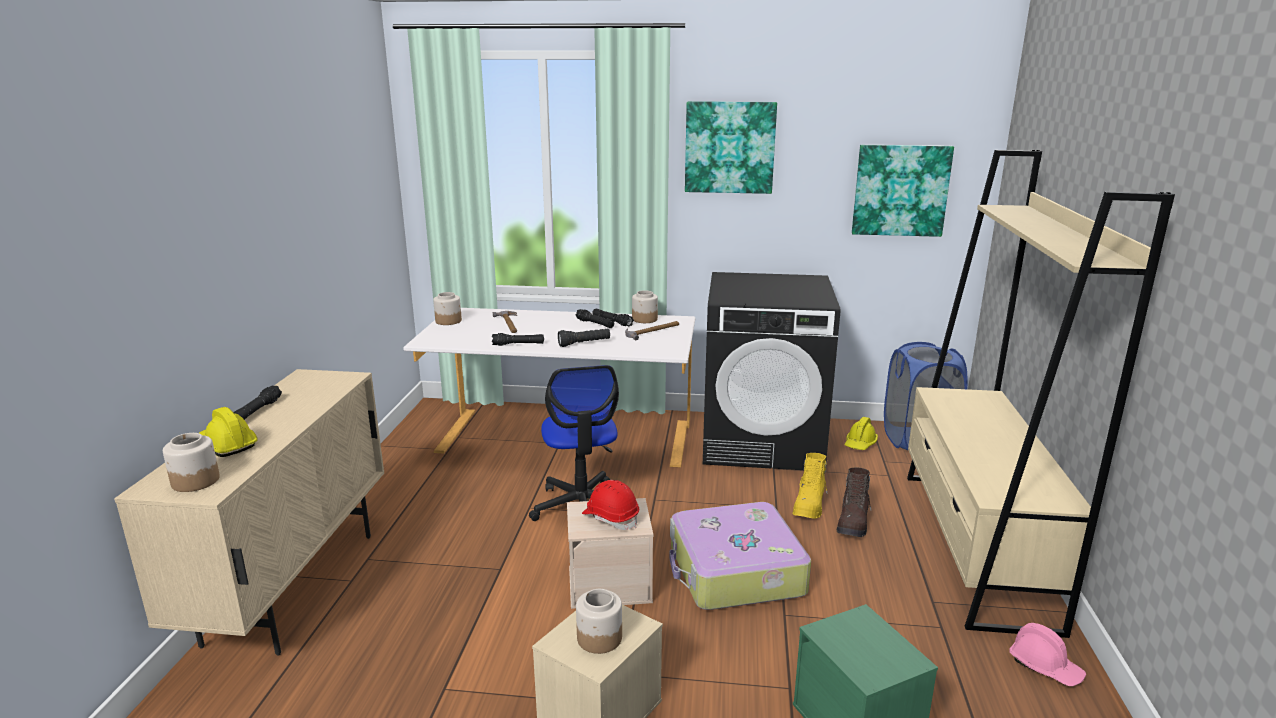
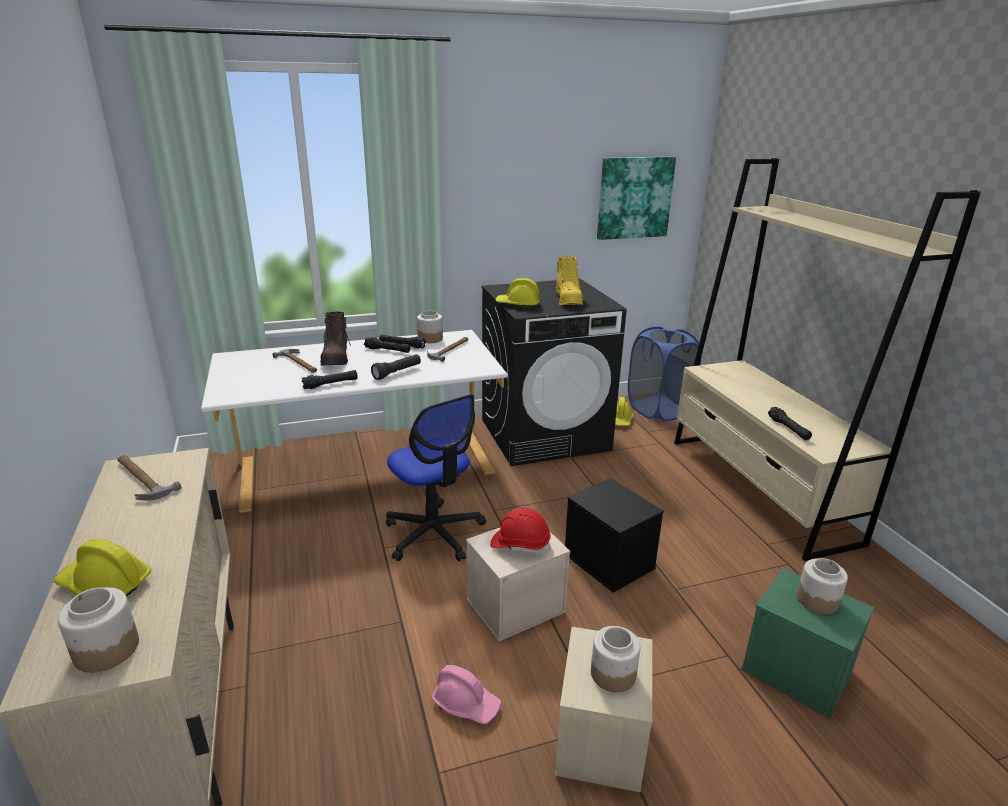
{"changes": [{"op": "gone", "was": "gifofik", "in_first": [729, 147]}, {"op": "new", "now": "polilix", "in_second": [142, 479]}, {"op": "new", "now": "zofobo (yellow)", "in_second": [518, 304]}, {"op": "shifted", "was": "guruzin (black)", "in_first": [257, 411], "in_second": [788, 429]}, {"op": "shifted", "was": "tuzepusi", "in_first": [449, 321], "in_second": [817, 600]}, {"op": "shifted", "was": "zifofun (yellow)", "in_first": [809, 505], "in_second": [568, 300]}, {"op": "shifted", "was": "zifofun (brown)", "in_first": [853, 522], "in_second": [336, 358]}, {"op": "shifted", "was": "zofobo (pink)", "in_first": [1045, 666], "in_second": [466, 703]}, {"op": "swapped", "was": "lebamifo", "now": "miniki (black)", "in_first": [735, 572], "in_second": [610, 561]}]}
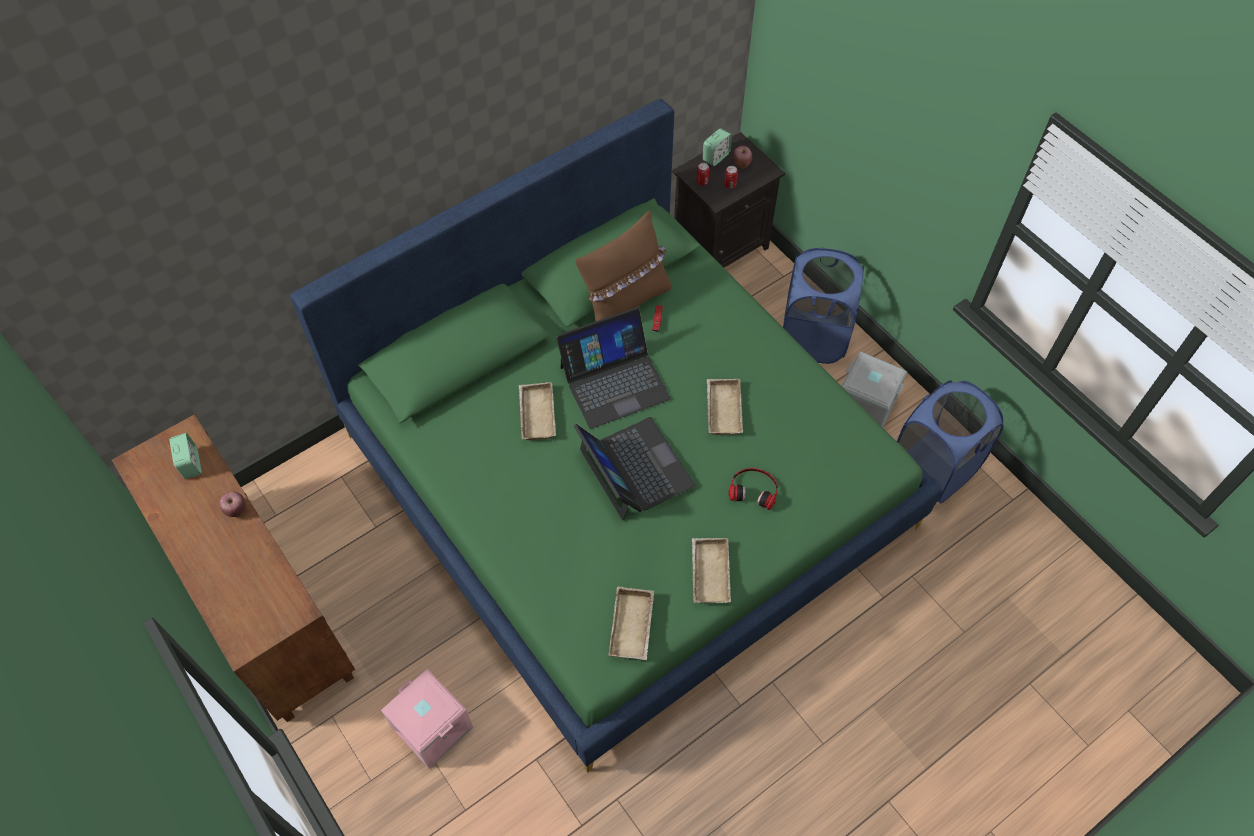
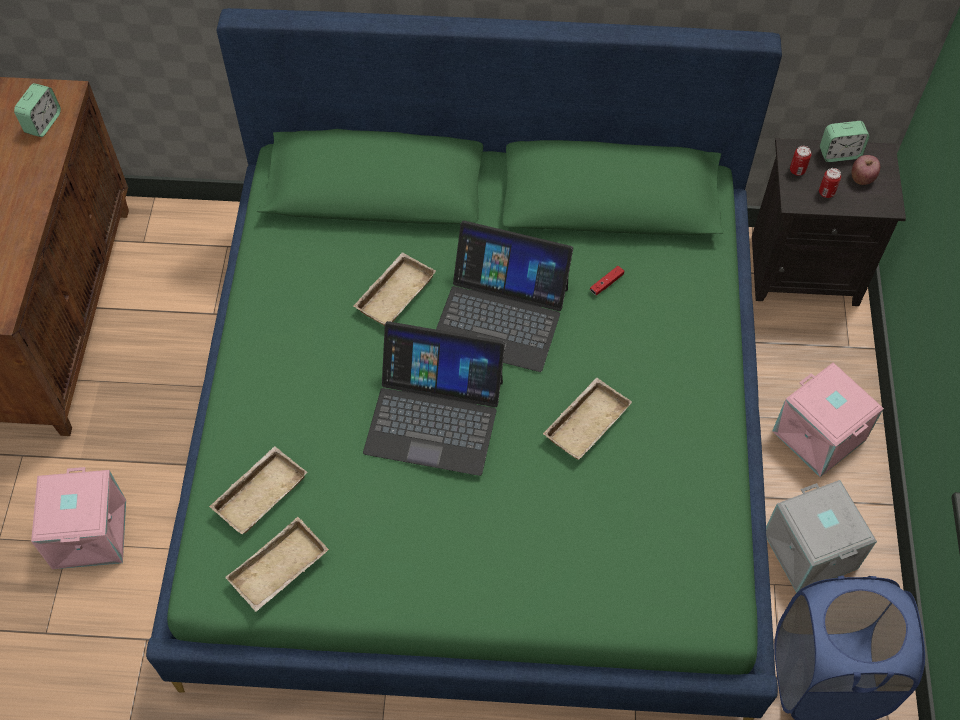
{"changes": [{"op": "gone", "was": "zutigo", "in_first": [236, 509]}, {"op": "gone", "was": "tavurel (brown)", "in_first": [625, 303]}, {"op": "gone", "was": "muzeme", "in_first": [753, 489]}, {"op": "shifted", "was": "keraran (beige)", "in_first": [708, 572], "in_second": [259, 492]}, {"op": "swapped", "was": "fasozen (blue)", "now": "miniki (pink)", "in_first": [813, 338], "in_second": [820, 435]}, {"op": "rotated", "was": "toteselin", "in_first": [634, 469], "in_second": [434, 415], "clockwise": 90}]}
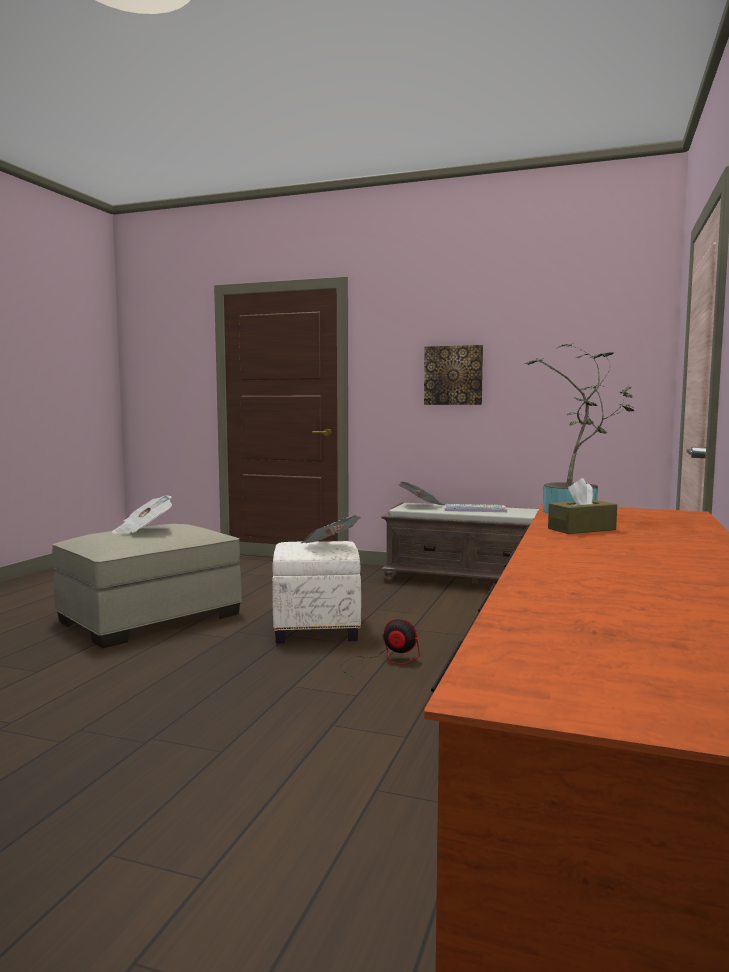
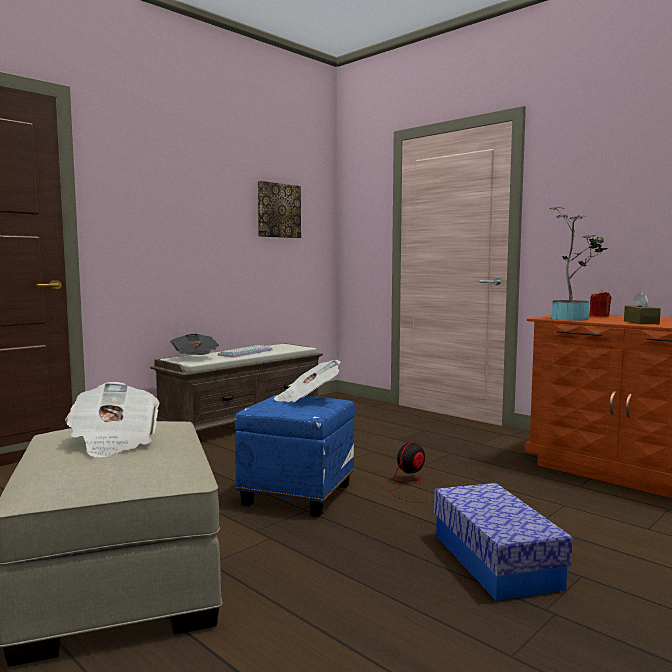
{"changes": [{"op": "new", "now": "miniki", "in_second": [494, 560]}, {"op": "new", "now": "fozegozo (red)", "in_second": [599, 316]}, {"op": "shifted", "was": "gifofik", "in_first": [453, 375], "in_second": [278, 210]}, {"op": "repainted", "was": "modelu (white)", "now": "modelu (blue)", "in_first": [317, 629], "in_second": [297, 494]}]}
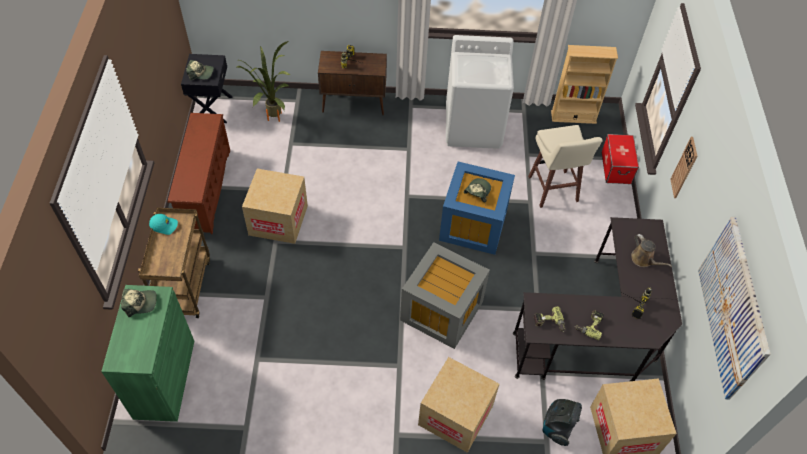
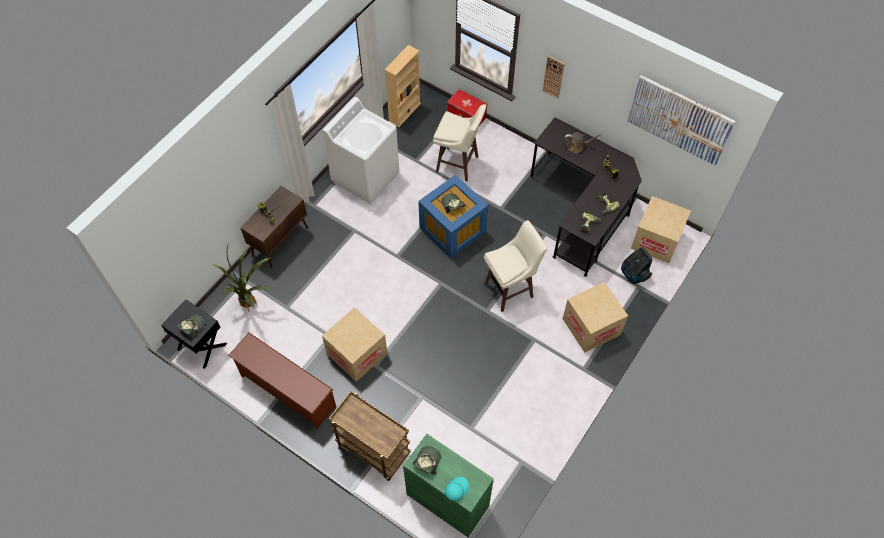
{"changes": [{"op": "shifted", "was": "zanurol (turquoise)", "in_first": [164, 225], "in_second": [456, 489]}, {"op": "swapped", "was": "miniki (grey)", "now": "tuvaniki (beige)", "in_first": [442, 312], "in_second": [510, 290]}]}
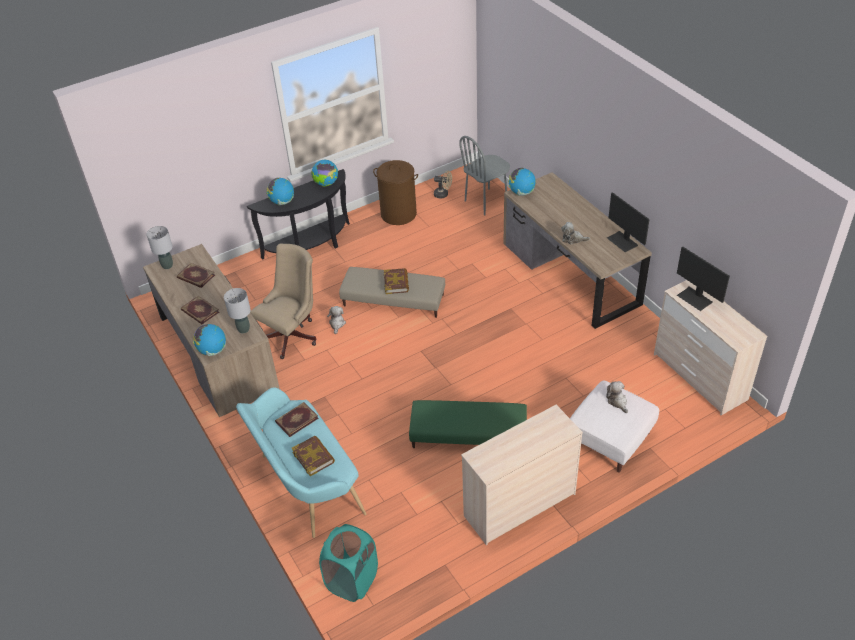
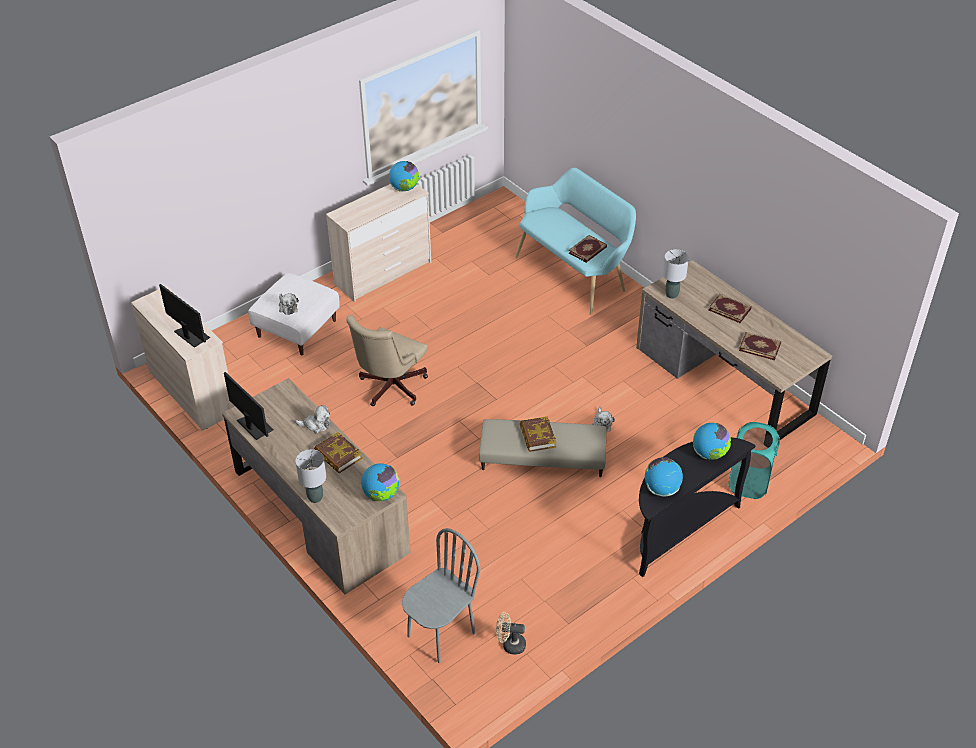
{"changes": [{"op": "gone", "was": "fasozen (brown)", "in_first": [398, 214]}, {"op": "gone", "was": "modelu (green)", "in_first": [468, 435]}, {"op": "shifted", "was": "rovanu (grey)", "in_first": [167, 266], "in_second": [315, 497]}, {"op": "shifted", "was": "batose", "in_first": [212, 350], "in_second": [404, 188]}, {"op": "shifted", "was": "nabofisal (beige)", "in_first": [292, 334], "in_second": [389, 388]}, {"op": "shifted", "was": "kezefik", "in_first": [313, 457], "in_second": [338, 455]}, {"op": "shifted", "was": "fasozen (turquoise)", "in_first": [352, 580], "in_second": [749, 482]}]}
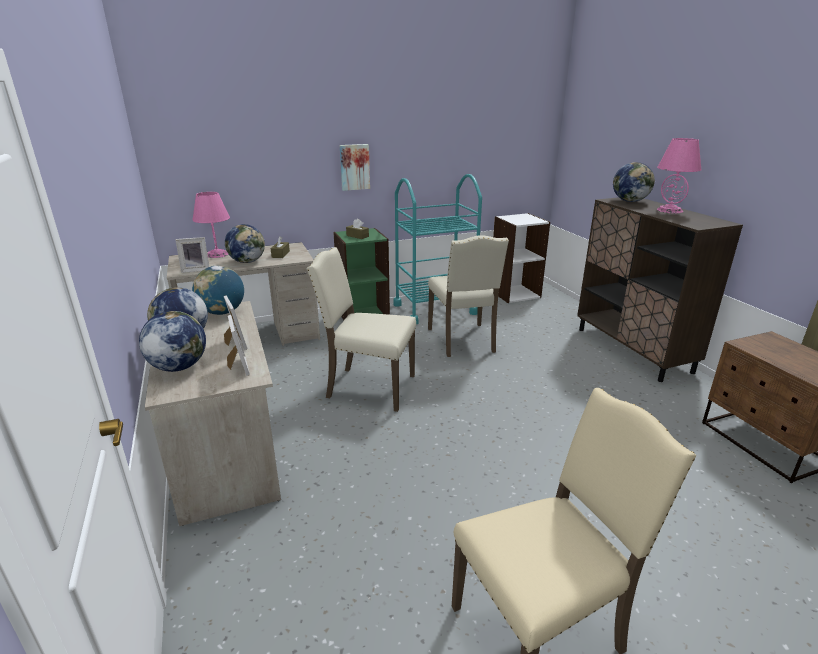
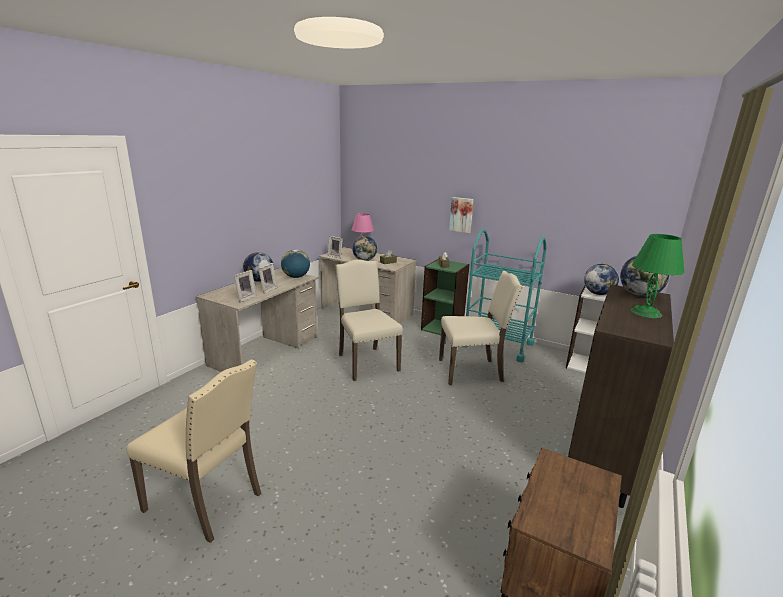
{"changes": [{"op": "shifted", "was": "batose", "in_first": [178, 367], "in_second": [598, 294]}, {"op": "repainted", "was": "rovanu (pink)", "now": "rovanu (green)", "in_first": [670, 210], "in_second": [646, 312]}, {"op": "rotated", "was": "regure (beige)", "in_first": [463, 341], "in_second": [472, 371], "clockwise": -135}]}
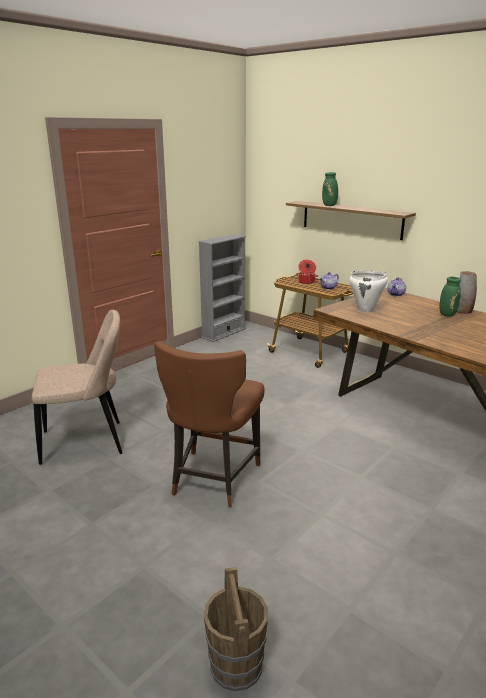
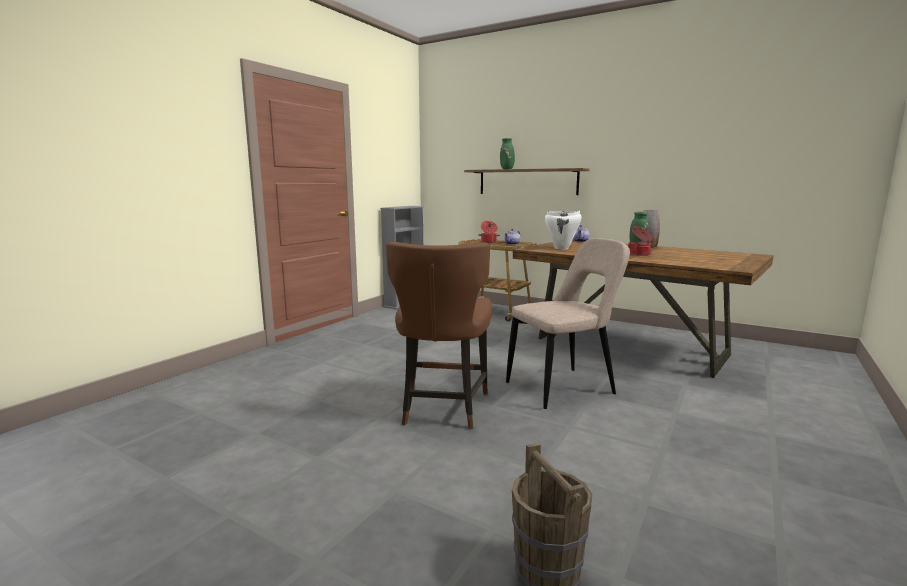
{"changes": [{"op": "new", "now": "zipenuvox", "in_second": [639, 254]}, {"op": "shifted", "was": "regure (beige)", "in_first": [87, 442], "in_second": [564, 387]}]}
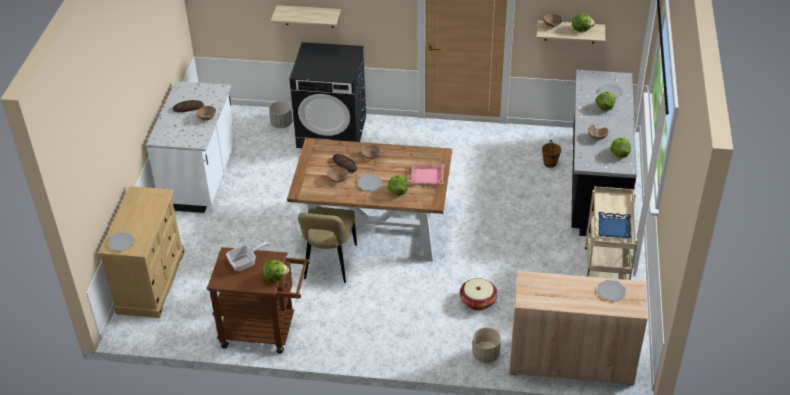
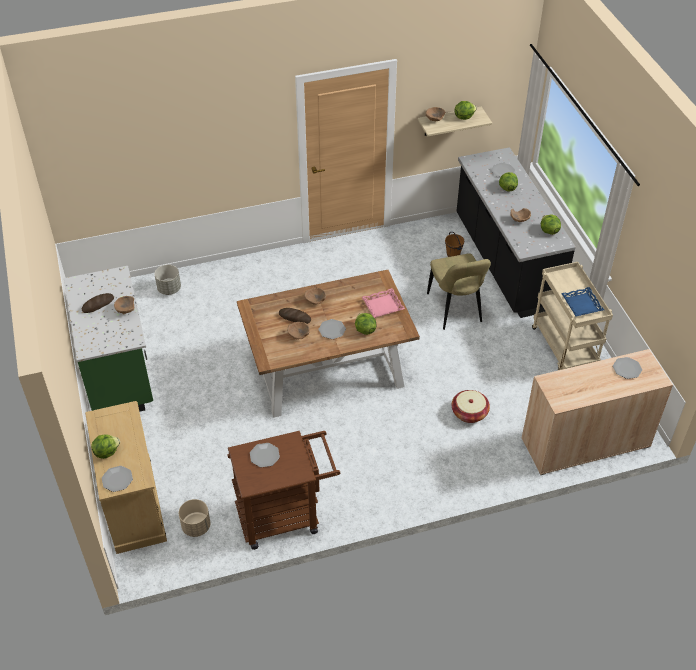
{"changes": [{"op": "gone", "was": "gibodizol", "in_first": [309, 16]}, {"op": "gone", "was": "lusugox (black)", "in_first": [332, 131]}, {"op": "shifted", "was": "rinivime", "in_first": [275, 277], "in_second": [106, 452]}, {"op": "shifted", "was": "regure (beige)", "in_first": [329, 264], "in_second": [455, 310]}, {"op": "shifted", "was": "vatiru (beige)", "in_first": [486, 354], "in_second": [196, 526]}, {"op": "swapped", "was": "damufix", "now": "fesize", "in_first": [246, 262], "in_second": [264, 455]}, {"op": "repainted", "was": "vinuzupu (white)", "now": "vinuzupu (green)", "in_first": [201, 178], "in_second": [119, 373]}]}
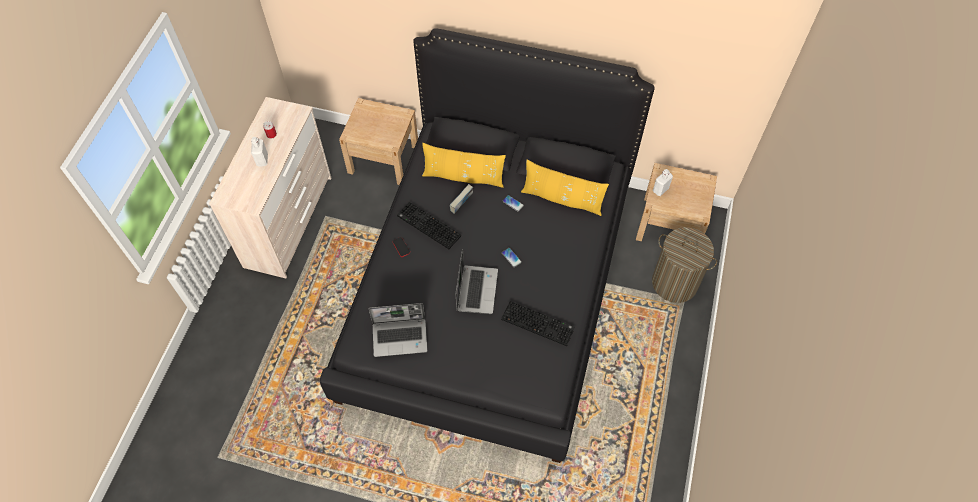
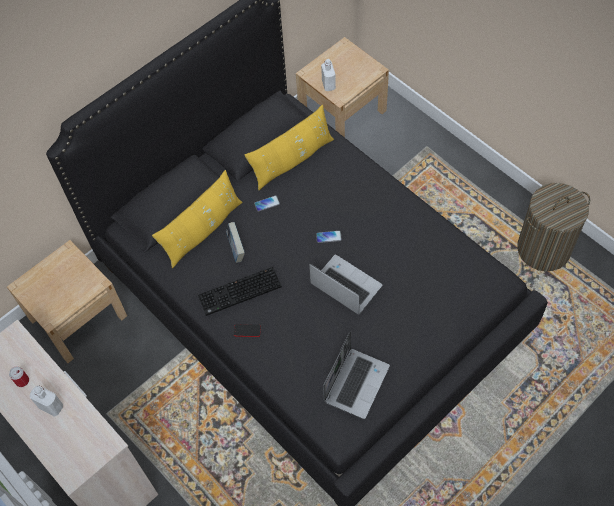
{"changes": [{"op": "gone", "was": "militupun", "in_first": [539, 323]}, {"op": "shifted", "was": "fasozen", "in_first": [674, 282], "in_second": [543, 249]}]}
